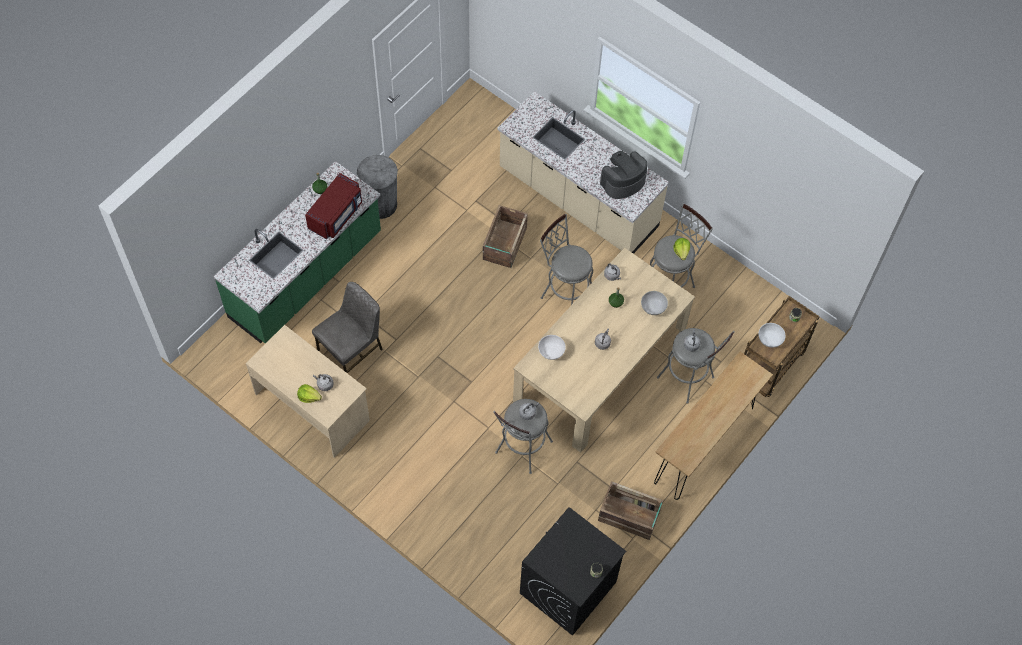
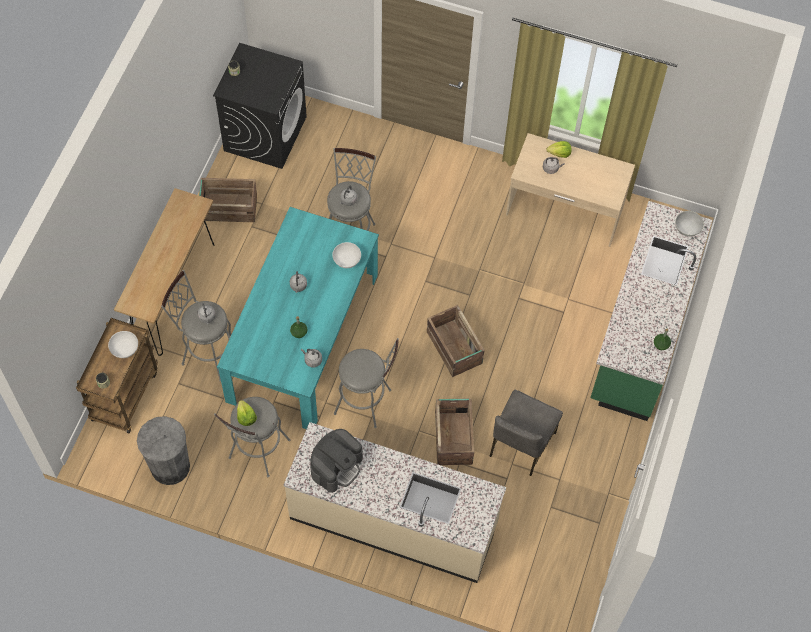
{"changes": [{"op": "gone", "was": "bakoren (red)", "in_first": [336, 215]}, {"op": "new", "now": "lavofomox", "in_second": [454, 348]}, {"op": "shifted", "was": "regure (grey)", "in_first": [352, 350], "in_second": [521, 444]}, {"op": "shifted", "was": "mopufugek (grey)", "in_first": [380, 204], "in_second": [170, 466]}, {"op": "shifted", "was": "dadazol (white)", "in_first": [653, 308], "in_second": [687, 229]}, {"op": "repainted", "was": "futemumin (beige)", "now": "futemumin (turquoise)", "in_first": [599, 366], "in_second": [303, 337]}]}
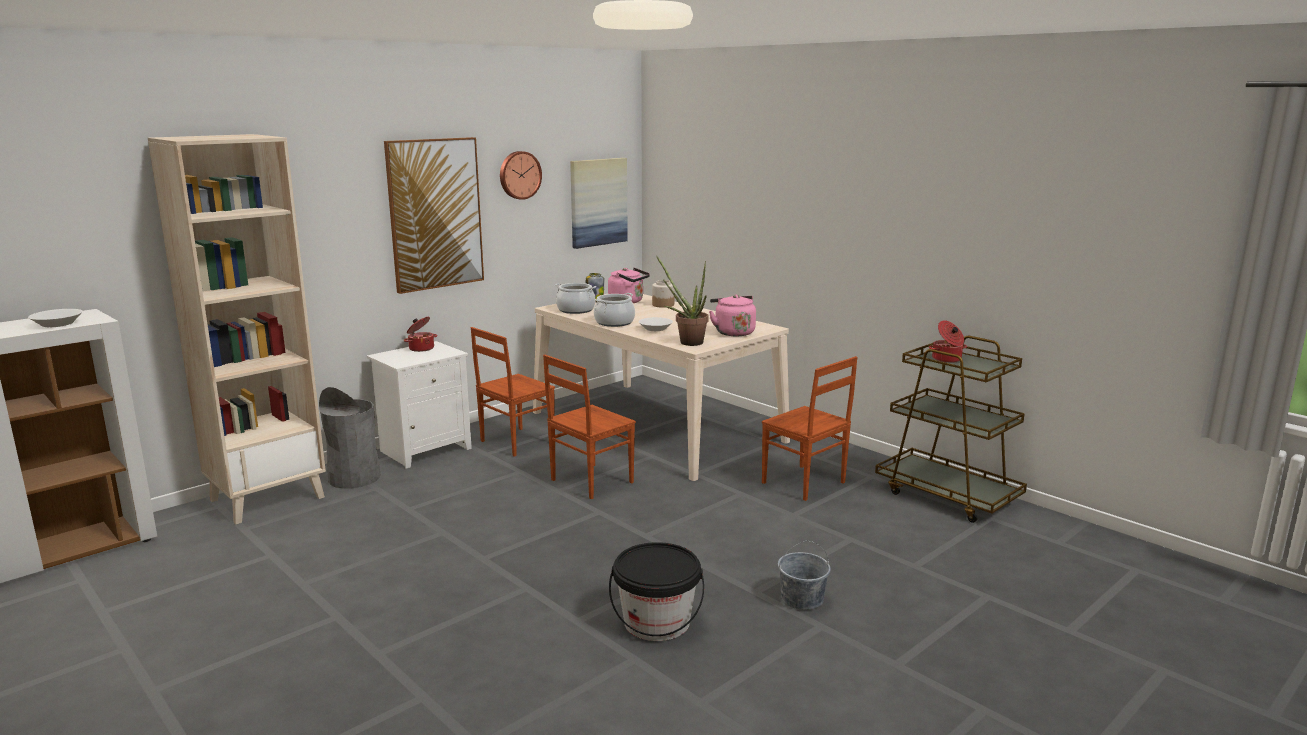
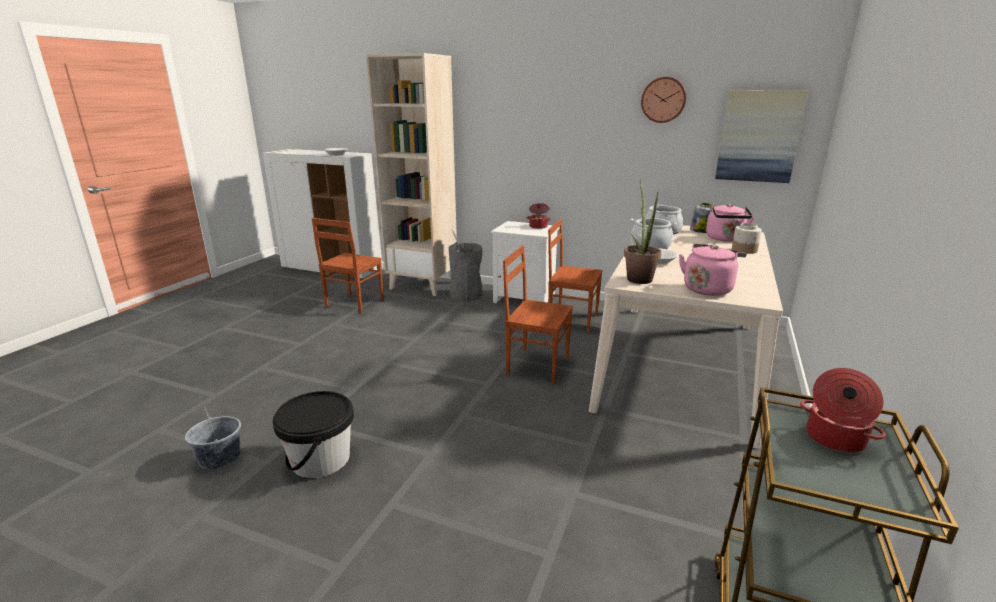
{"changes": [{"op": "gone", "was": "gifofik", "in_first": [435, 214]}, {"op": "shifted", "was": "regure (brown)", "in_first": [803, 483], "in_second": [353, 304]}, {"op": "shifted", "was": "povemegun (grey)", "in_first": [802, 599], "in_second": [220, 458]}]}
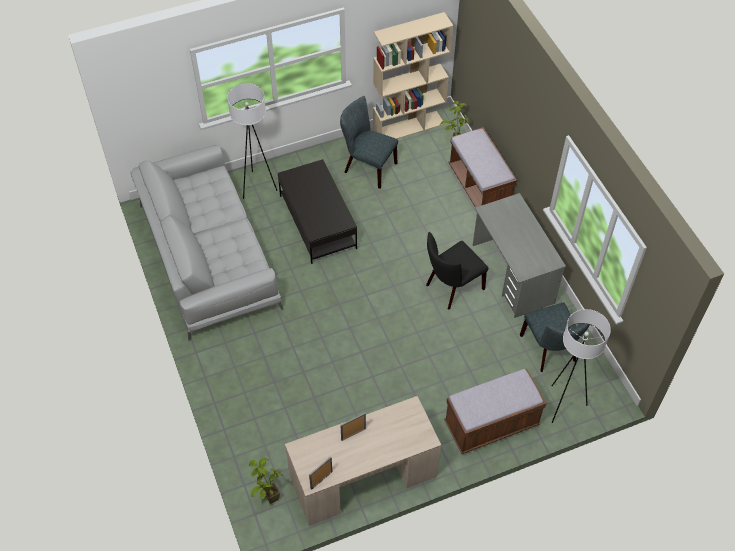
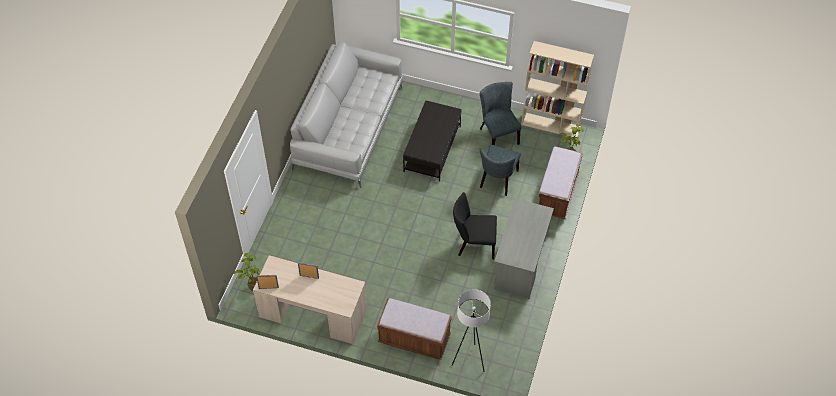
{"changes": [{"op": "gone", "was": "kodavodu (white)", "in_first": [257, 186]}, {"op": "shifted", "was": "regure (grey)", "in_first": [550, 350], "in_second": [497, 181]}]}
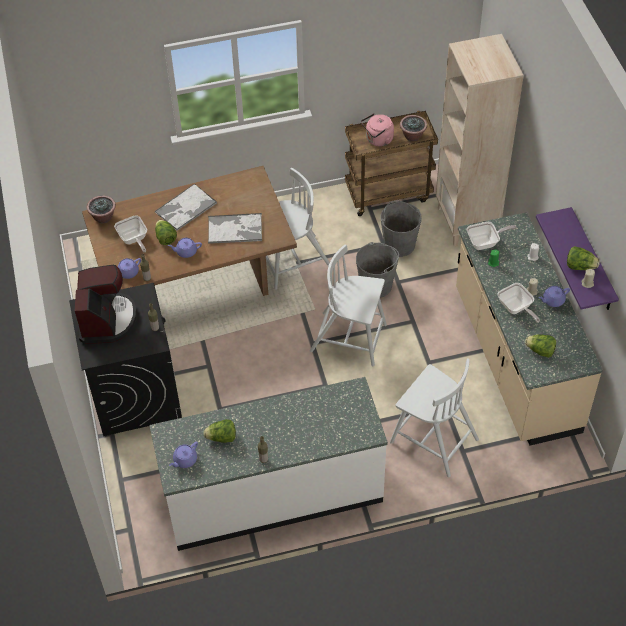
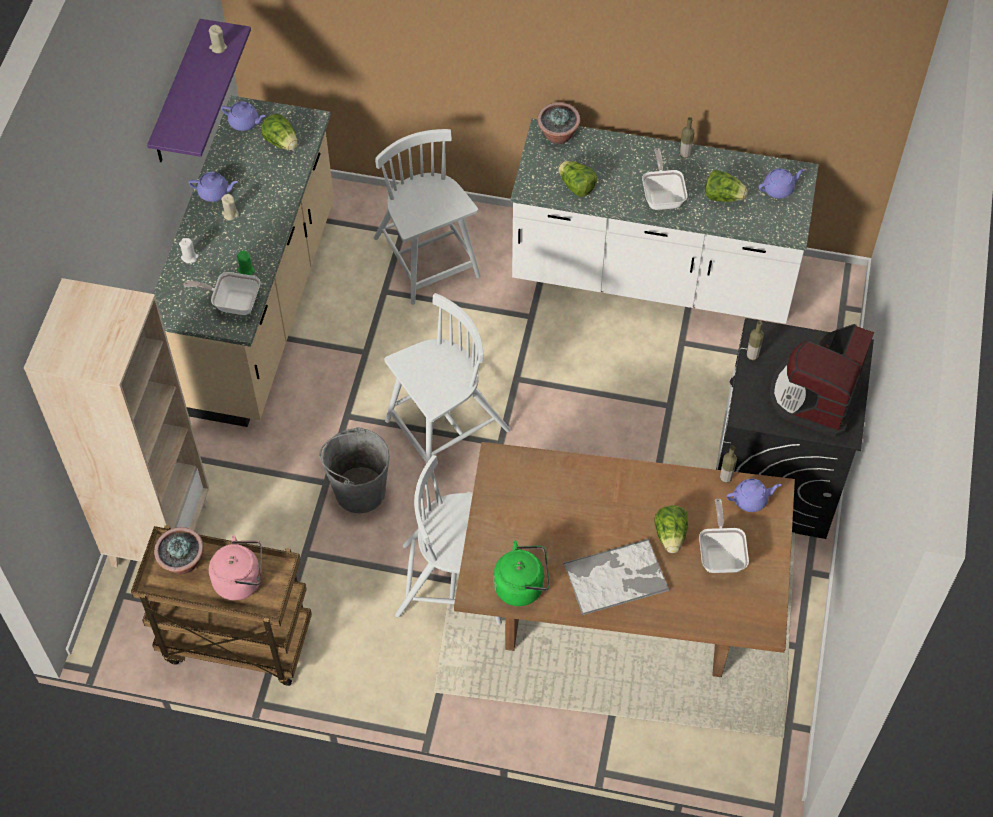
{"changes": [{"op": "gone", "was": "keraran", "in_first": [235, 229]}, {"op": "gone", "was": "povemegun (grey)", "in_first": [399, 244]}, {"op": "new", "now": "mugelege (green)", "in_second": [522, 586]}, {"op": "shifted", "was": "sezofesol", "in_first": [103, 217], "in_second": [558, 136]}, {"op": "shifted", "was": "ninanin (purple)", "in_first": [186, 252], "in_second": [245, 123]}, {"op": "shifted", "was": "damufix", "in_first": [516, 308], "in_second": [662, 196]}, {"op": "shifted", "was": "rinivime", "in_first": [580, 266], "in_second": [576, 186]}, {"op": "rotated", "was": "regure (white)", "in_first": [350, 338], "in_second": [445, 427], "clockwise": -75}]}
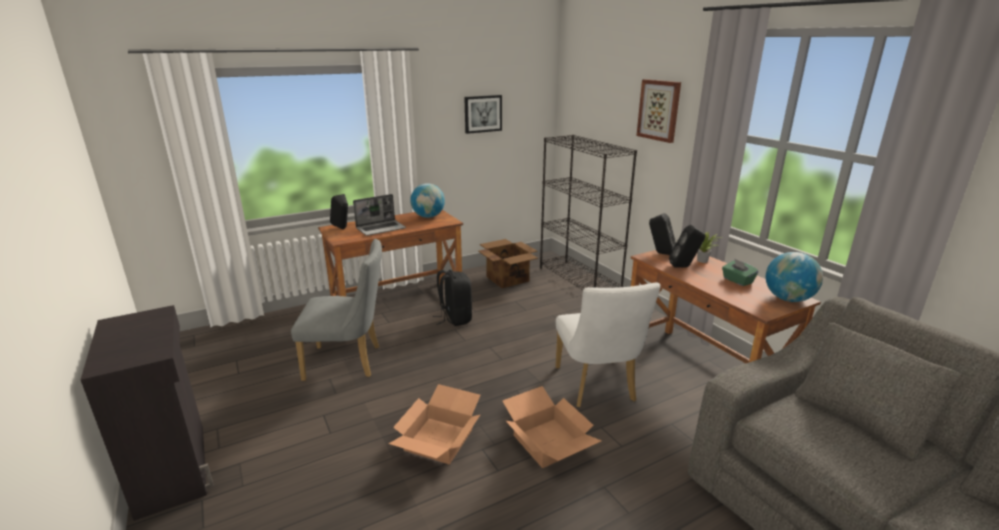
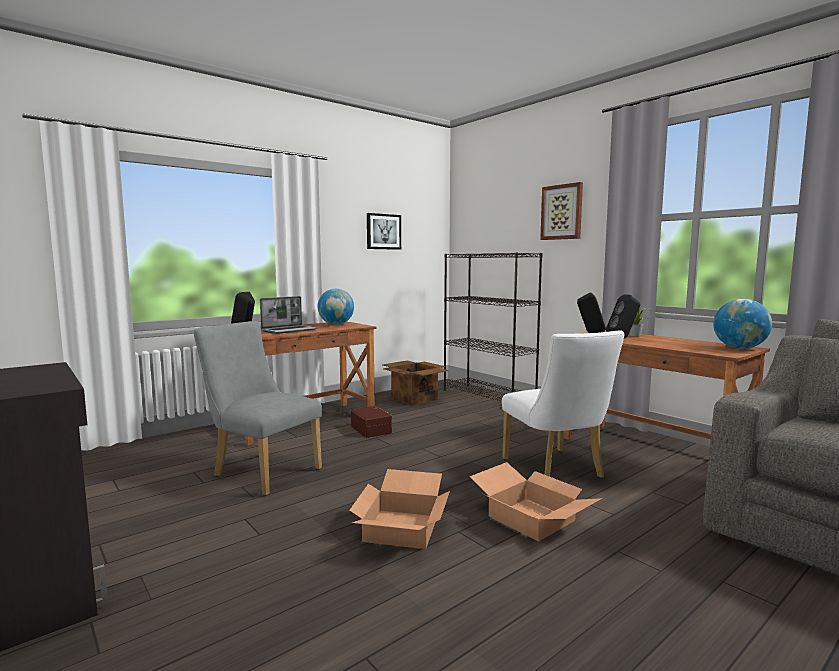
{"changes": [{"op": "gone", "was": "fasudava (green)", "in_first": [737, 281]}, {"op": "swapped", "was": "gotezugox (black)", "now": "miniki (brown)", "in_first": [455, 318], "in_second": [372, 429]}, {"op": "rotated", "was": "regure (grey)", "in_first": [349, 362], "in_second": [262, 471], "clockwise": -135}]}
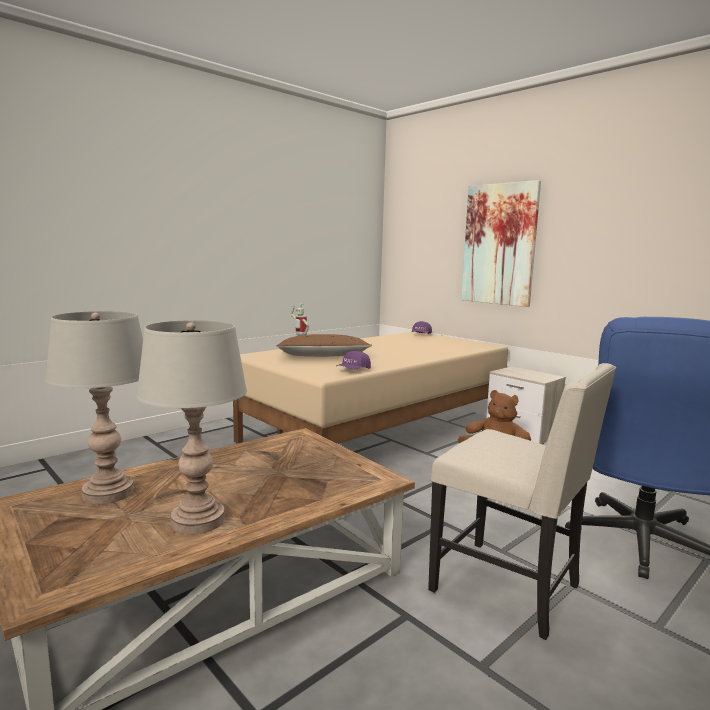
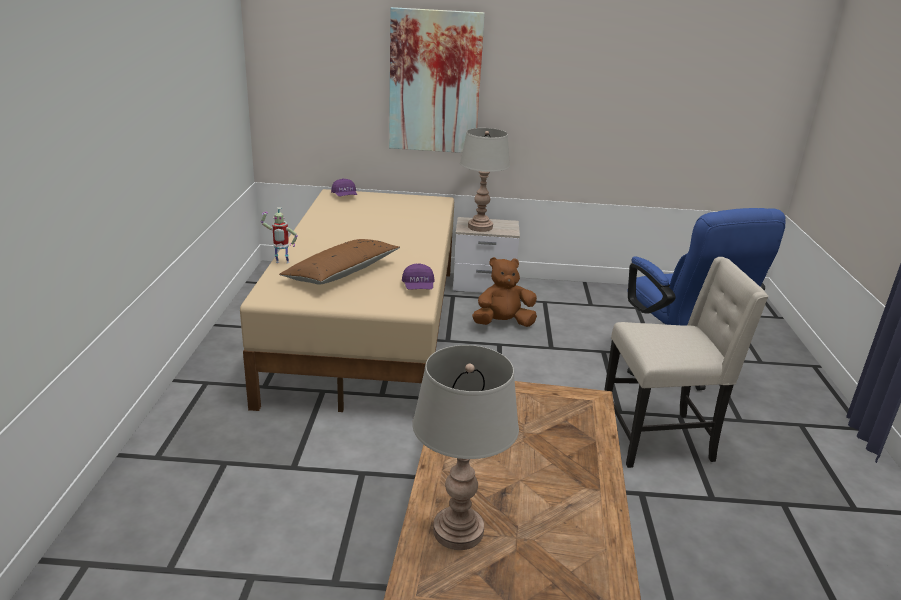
{"changes": [{"op": "shifted", "was": "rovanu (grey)", "in_first": [198, 521], "in_second": [480, 227]}]}
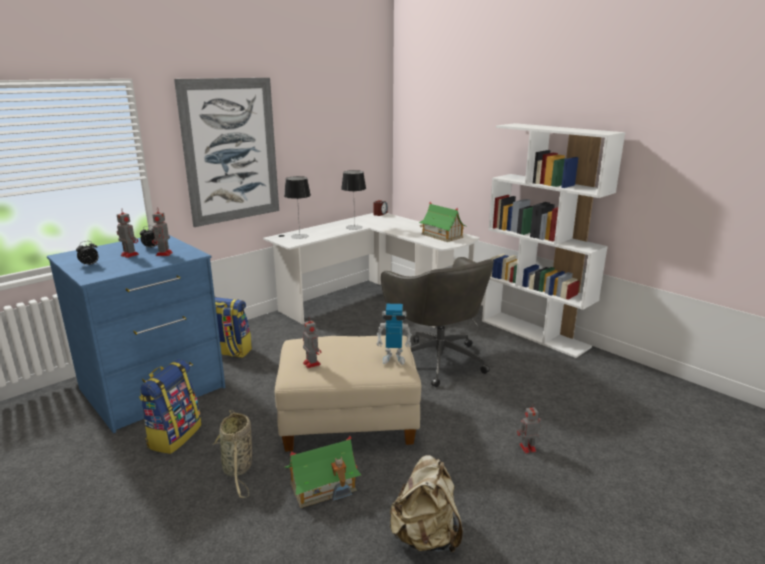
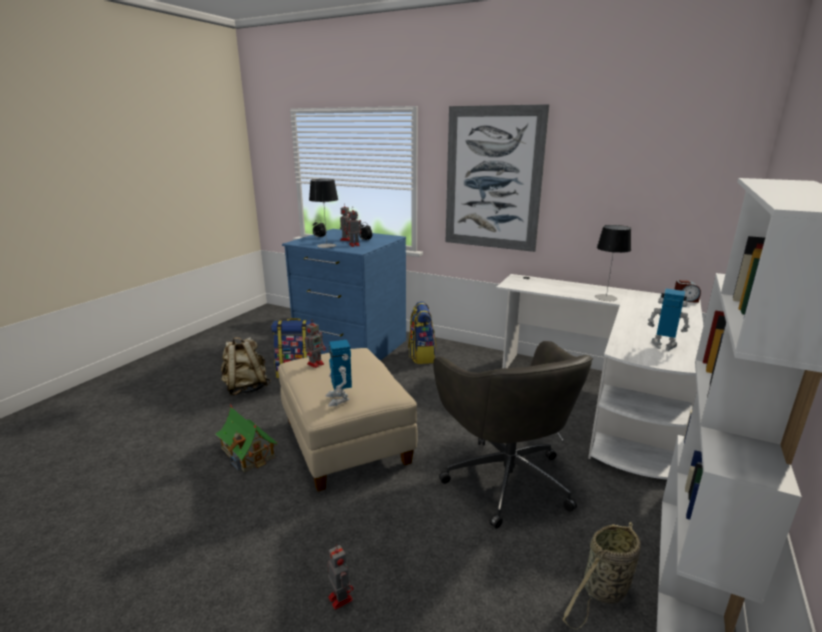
{"changes": [{"op": "shifted", "was": "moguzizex", "in_first": [238, 469], "in_second": [603, 592]}, {"op": "shifted", "was": "rovanu", "in_first": [299, 236], "in_second": [326, 246]}, {"op": "shifted", "was": "gotezugox (beige)", "in_first": [426, 537], "in_second": [246, 388]}, {"op": "swapped", "was": "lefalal", "now": "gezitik", "in_first": [441, 235], "in_second": [663, 346]}, {"op": "rotated", "was": "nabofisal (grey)", "in_first": [437, 359], "in_second": [505, 477], "clockwise": -60}]}
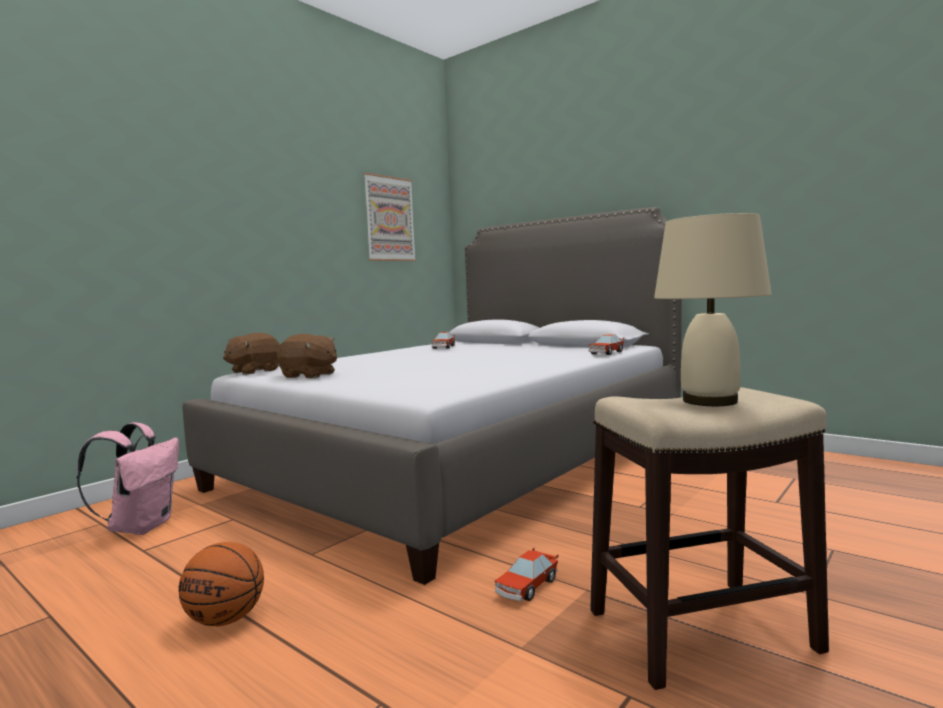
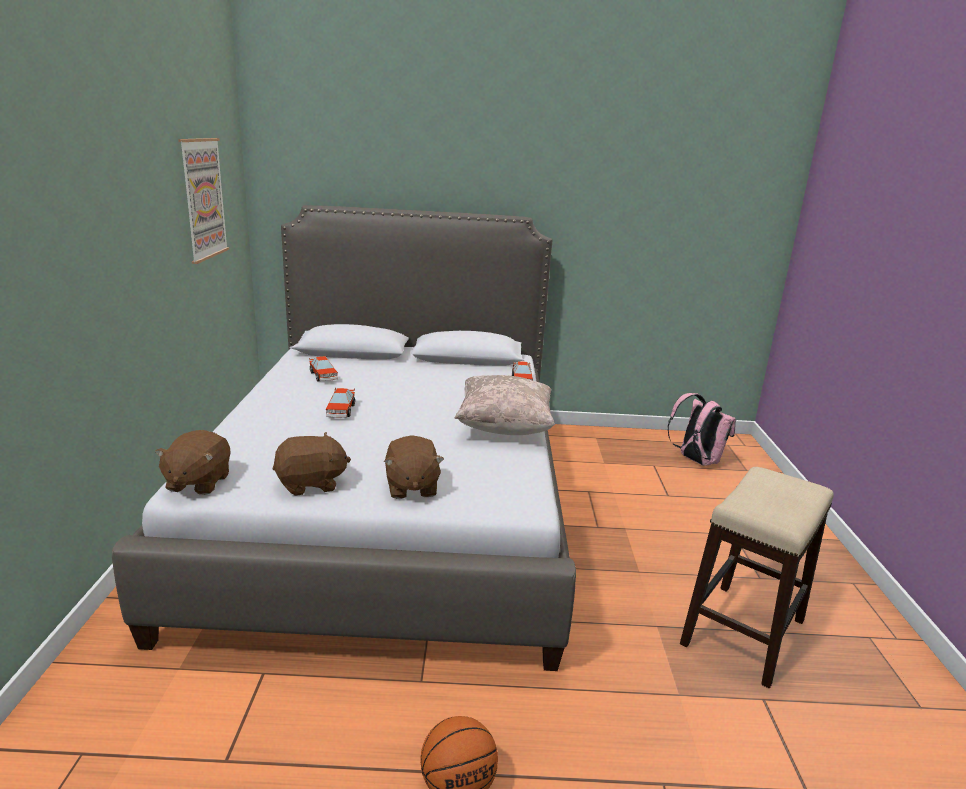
{"changes": [{"op": "gone", "was": "rovanu (beige)", "in_first": [710, 401]}, {"op": "new", "now": "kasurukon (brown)", "in_second": [411, 487]}, {"op": "new", "now": "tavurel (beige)", "in_second": [504, 427]}, {"op": "shifted", "was": "gotezugox (pink)", "in_first": [141, 527], "in_second": [696, 460]}, {"op": "shifted", "was": "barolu", "in_first": [527, 587], "in_second": [340, 411]}]}
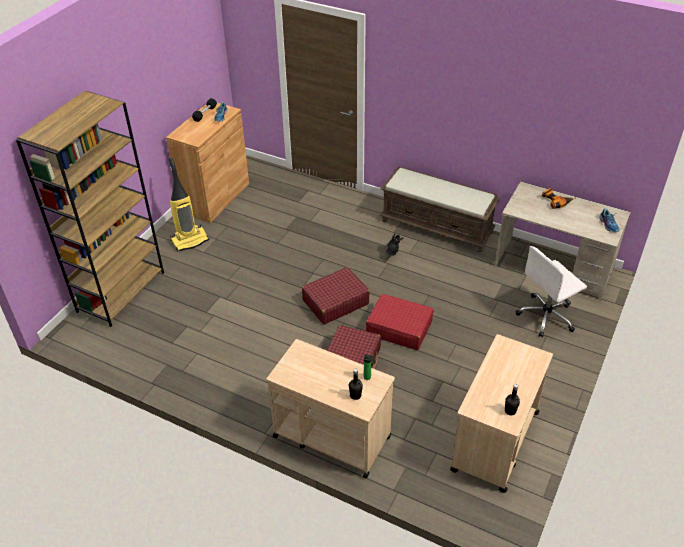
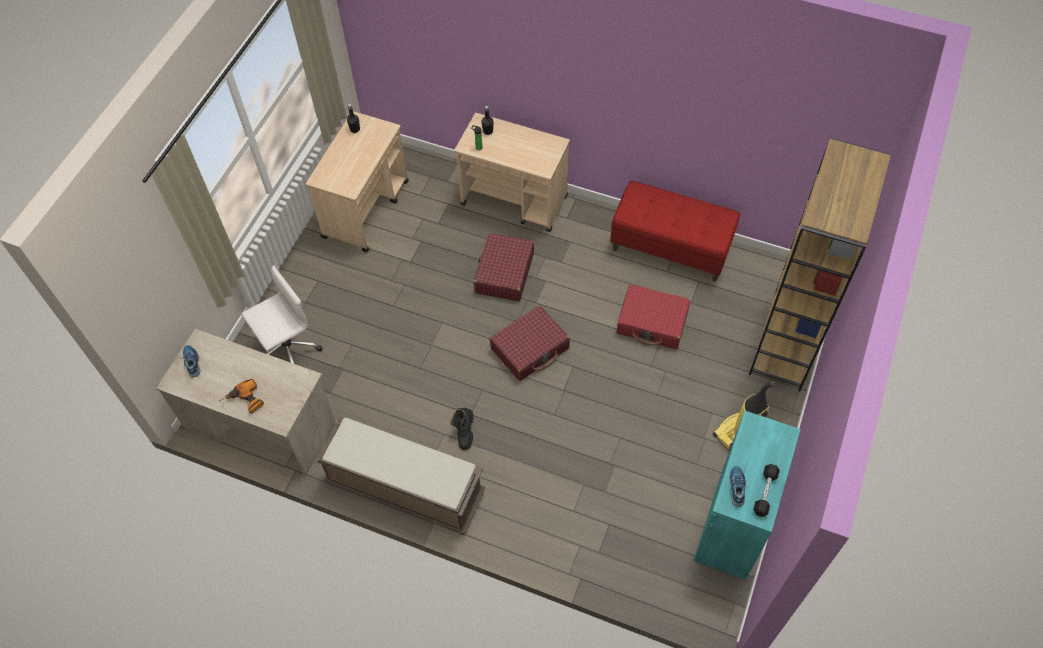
{"changes": [{"op": "new", "now": "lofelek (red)", "in_second": [671, 247]}, {"op": "shifted", "was": "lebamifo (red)", "in_first": [399, 328], "in_second": [652, 322]}, {"op": "repainted", "was": "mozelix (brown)", "now": "mozelix (turquoise)", "in_first": [215, 198], "in_second": [733, 522]}]}
